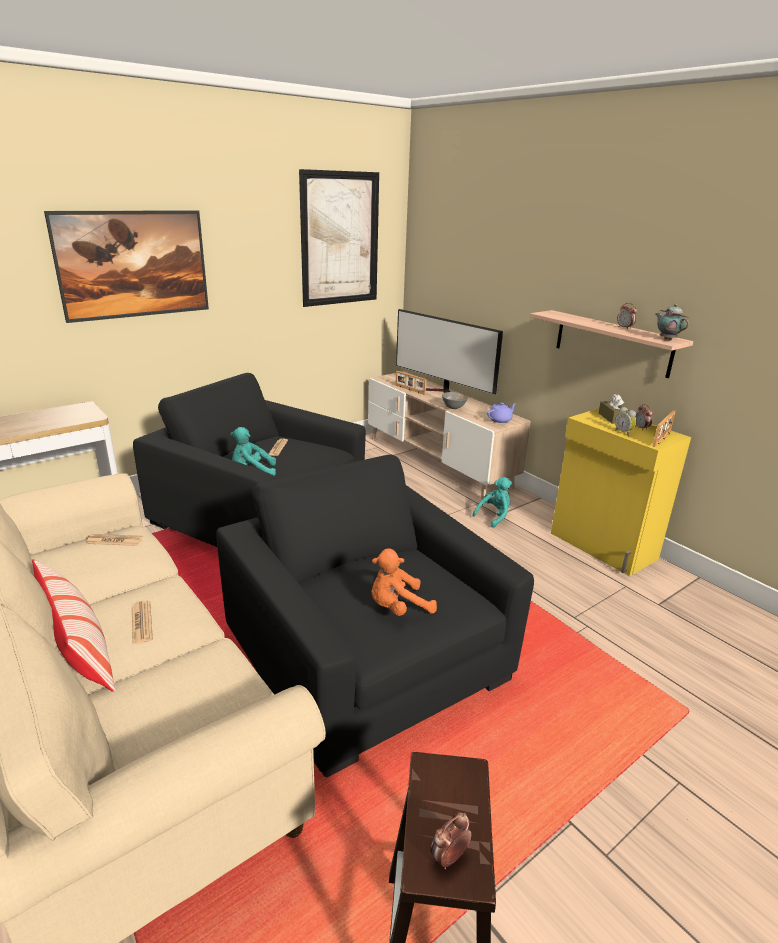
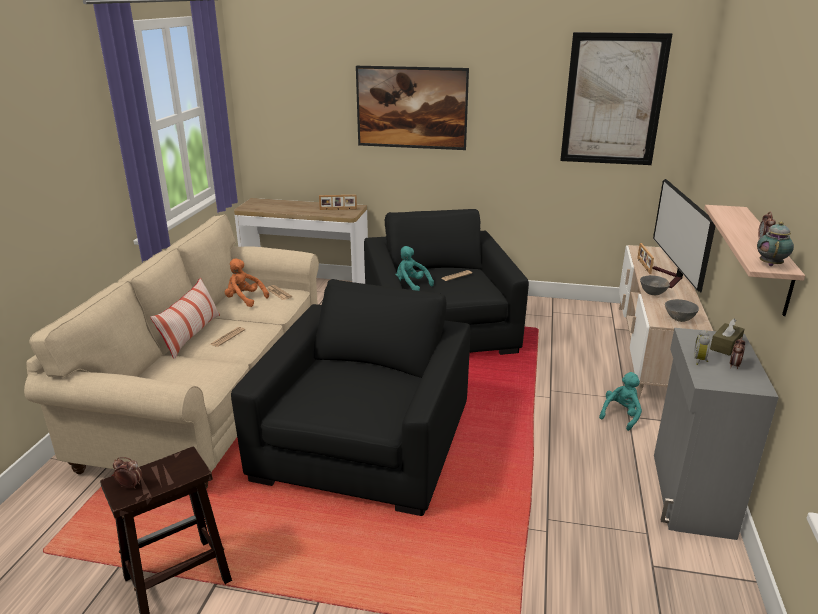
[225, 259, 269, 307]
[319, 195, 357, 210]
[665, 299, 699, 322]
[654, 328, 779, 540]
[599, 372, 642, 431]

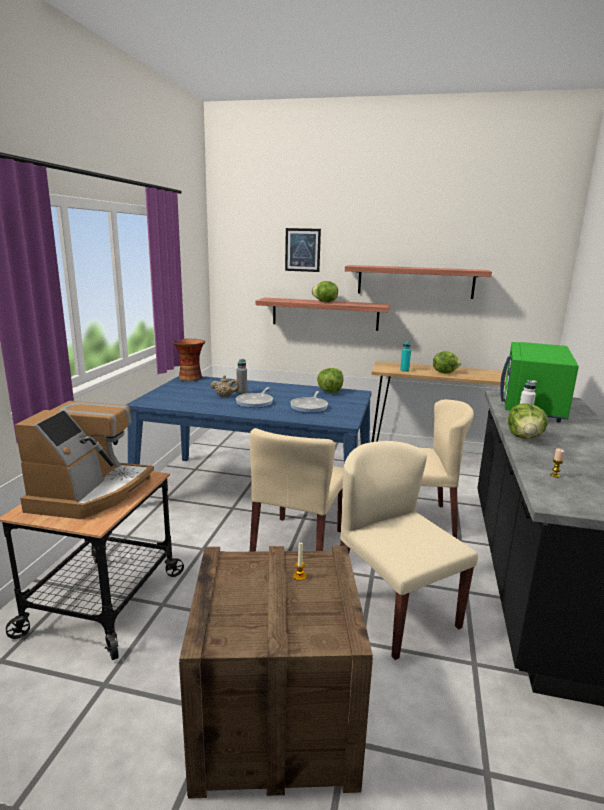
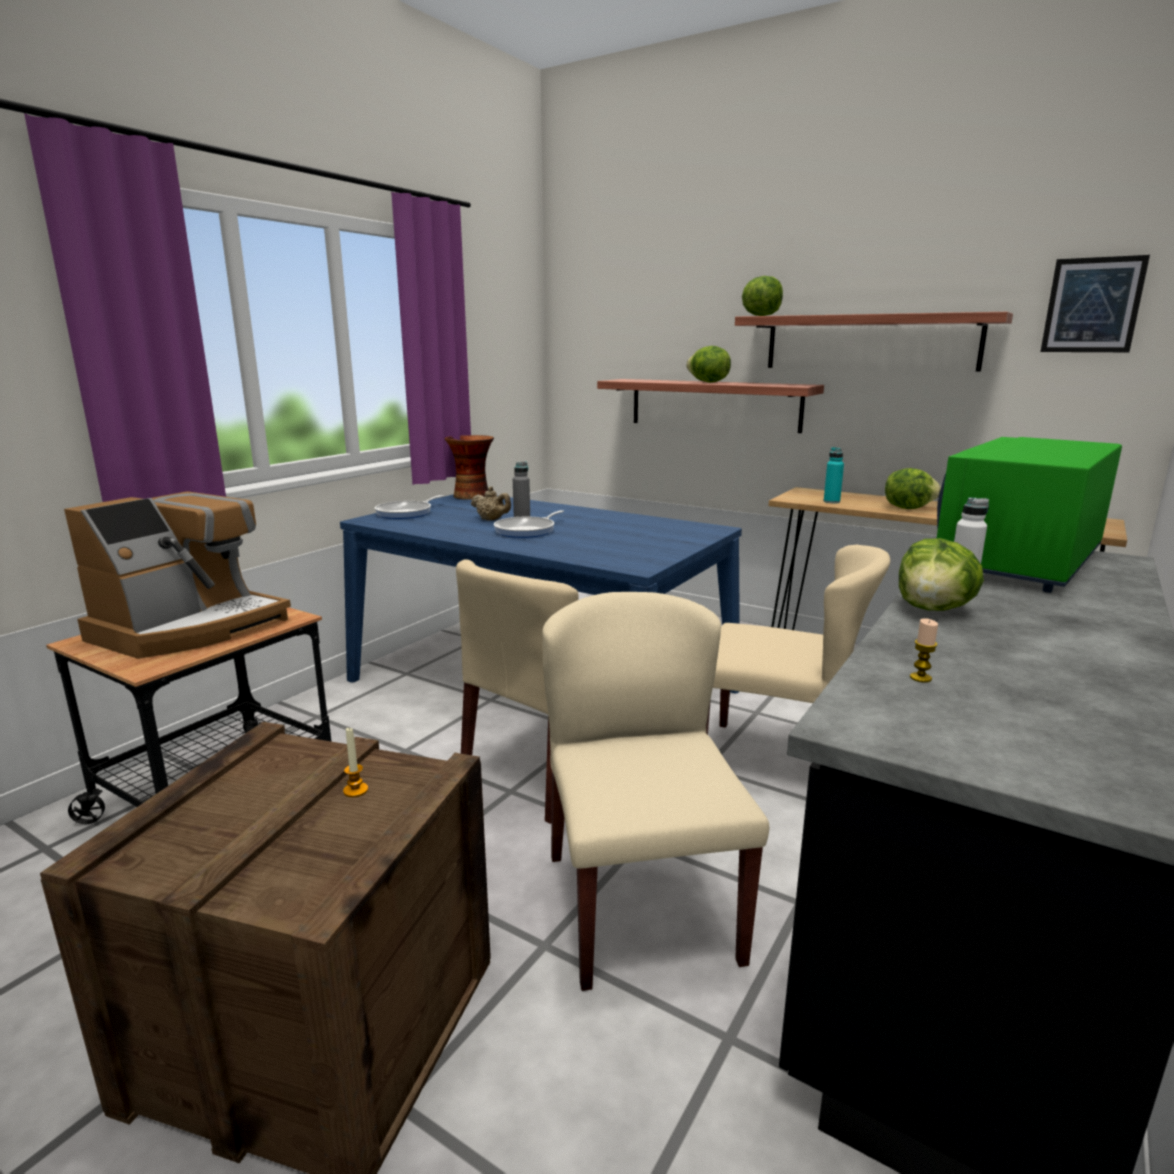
[1041, 255, 1150, 352]
[375, 495, 443, 519]
[742, 276, 783, 316]

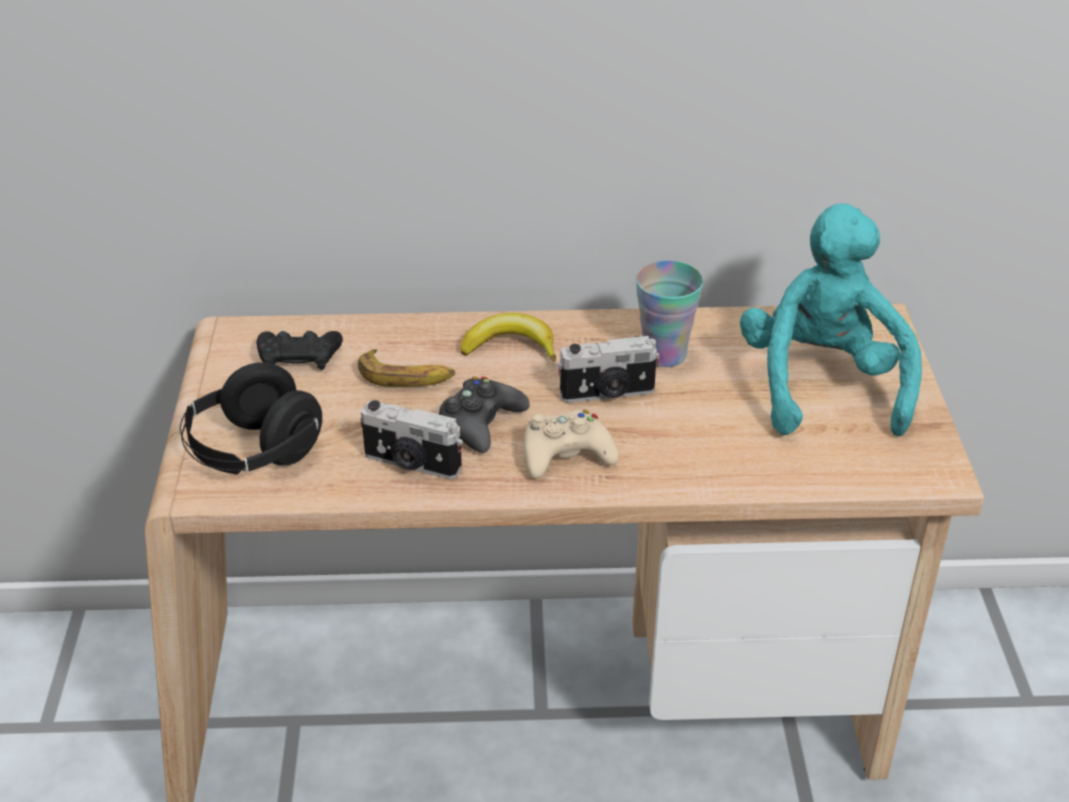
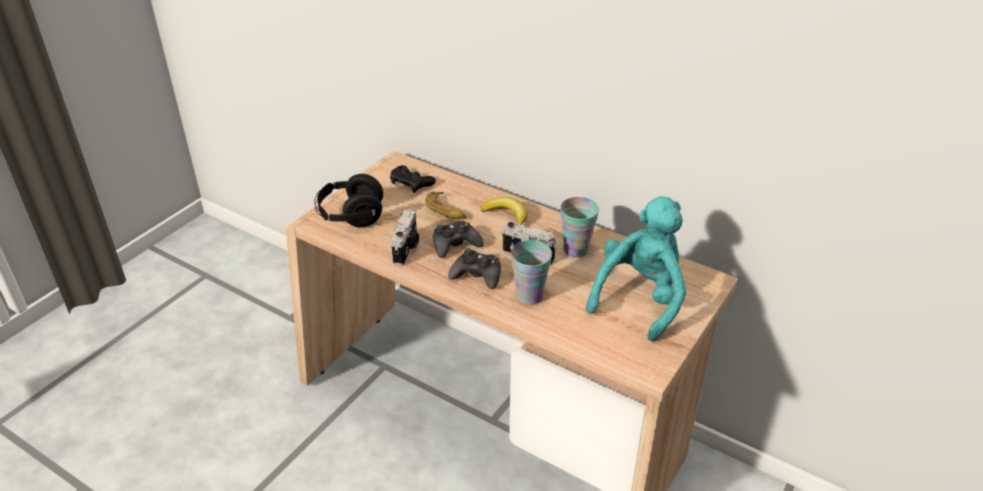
[511, 240, 552, 305]
[448, 248, 501, 289]
[391, 209, 419, 266]

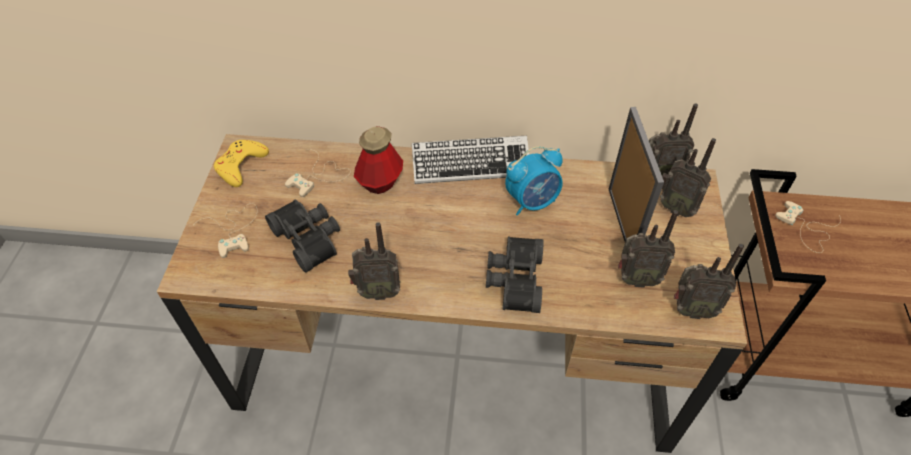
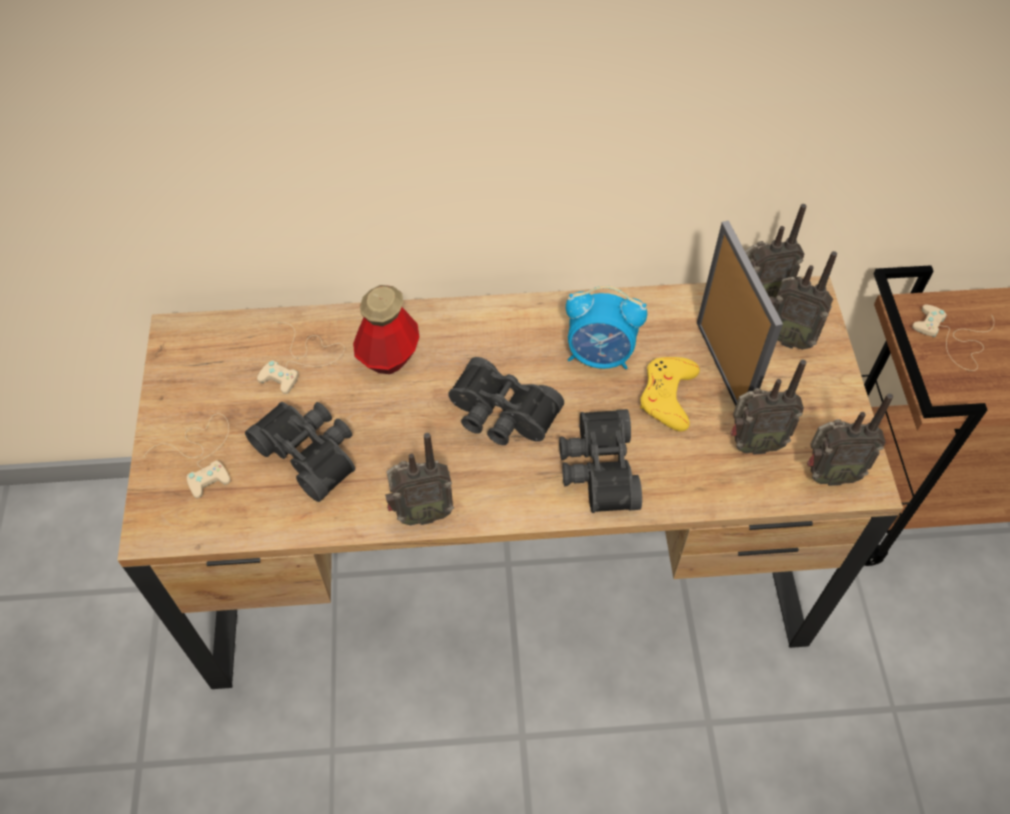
[412, 136, 529, 184] (first image)
[448, 357, 564, 445]
[640, 357, 700, 431]
[566, 286, 647, 369]

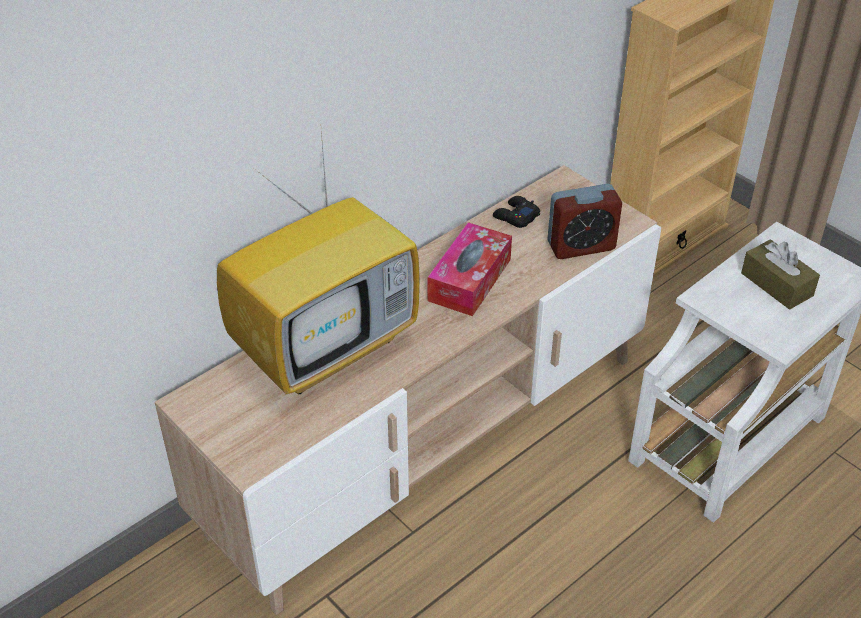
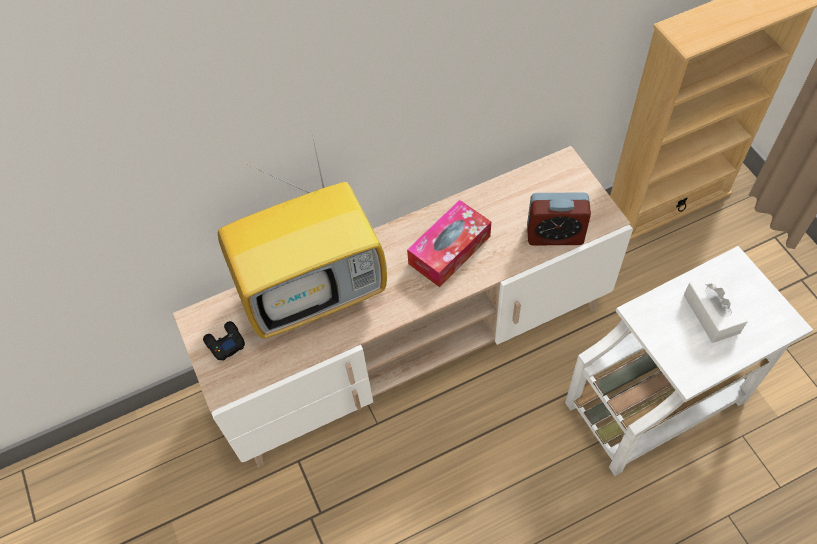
[203, 321, 245, 361]
[684, 273, 748, 343]

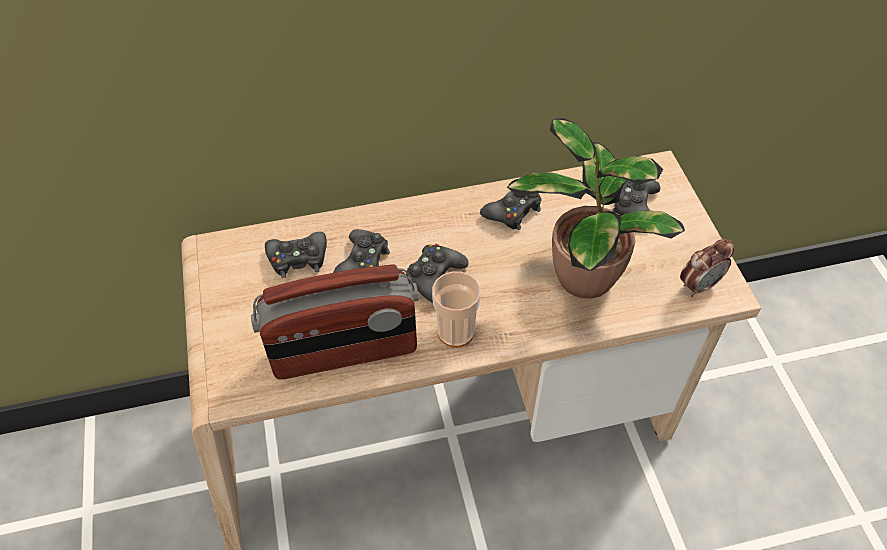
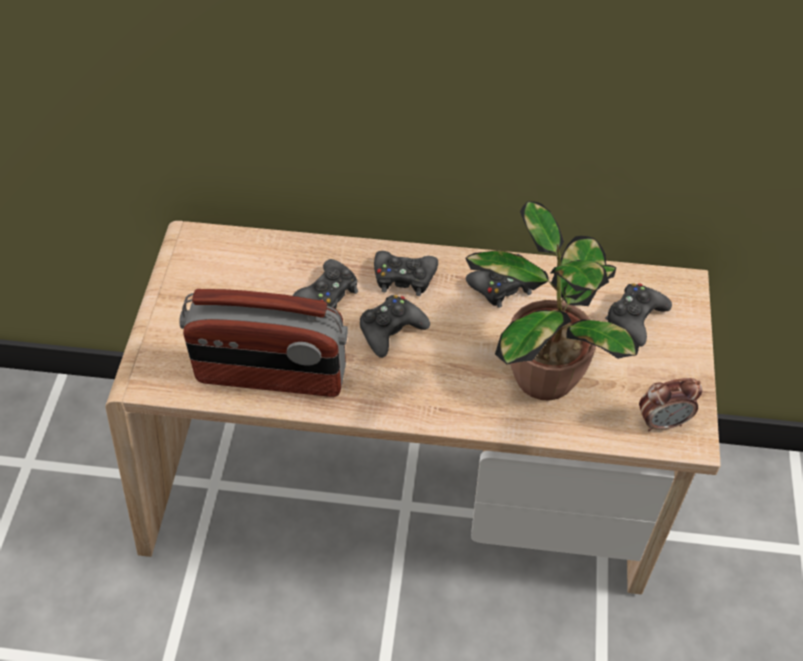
[432, 272, 481, 347] (first image)
[374, 251, 438, 296]

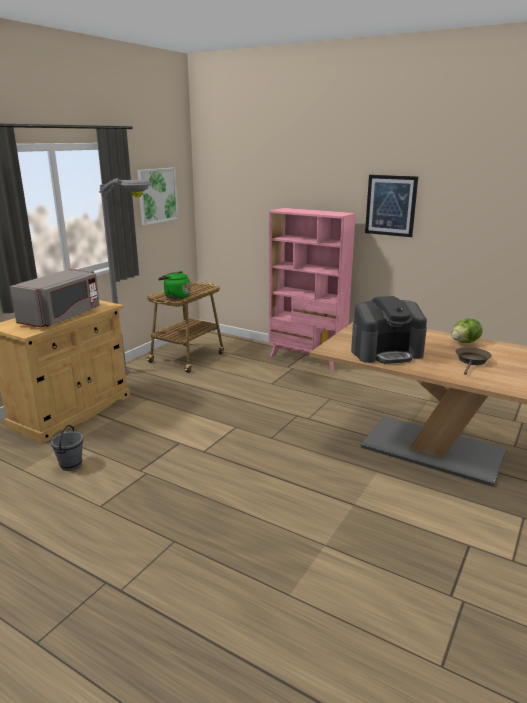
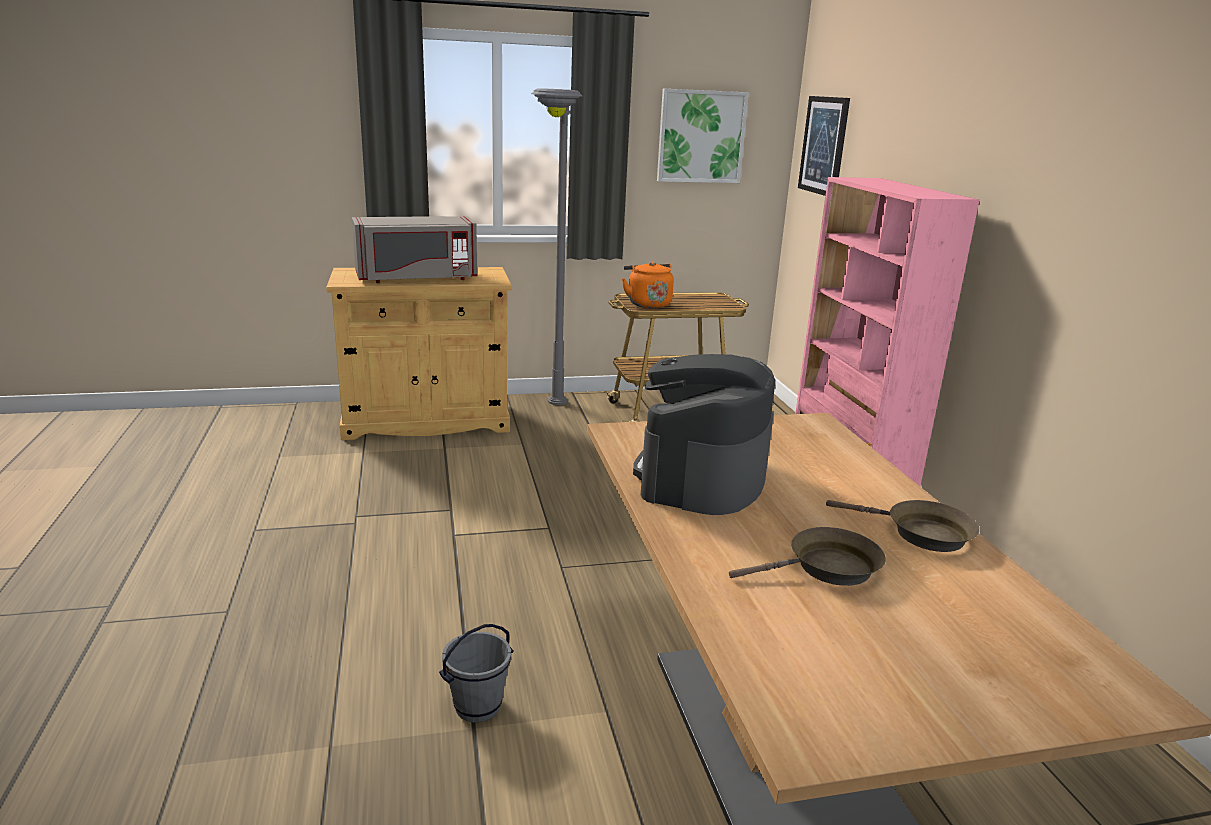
[439, 624, 513, 722]
[798, 96, 850, 196]
[826, 500, 979, 552]
[622, 262, 674, 308]
[633, 354, 775, 515]

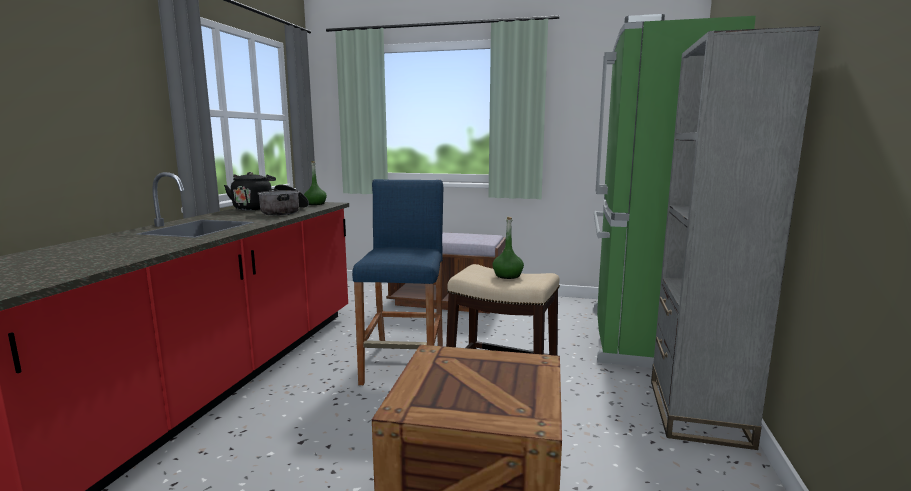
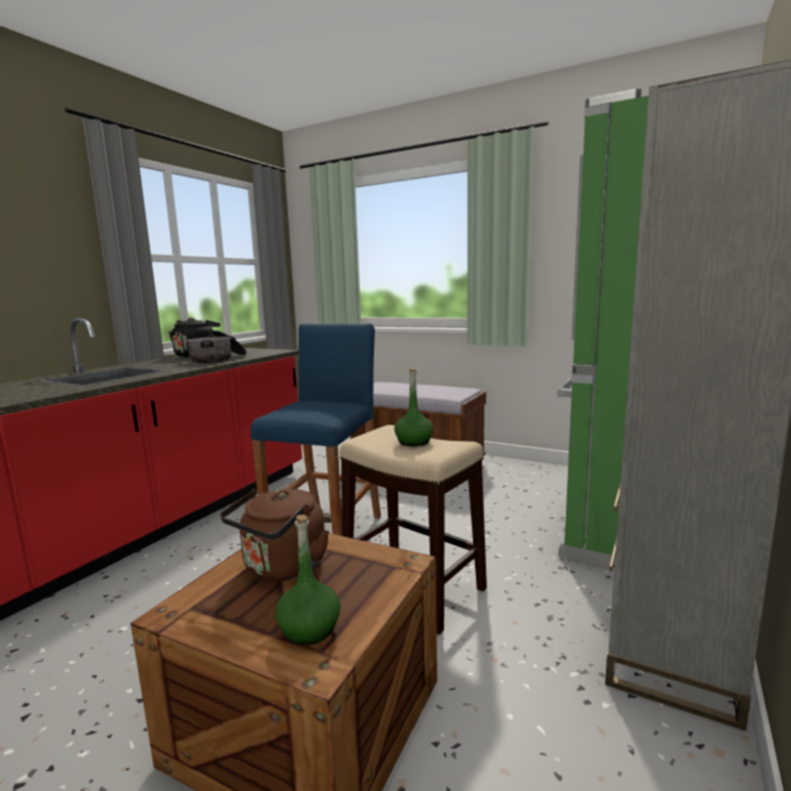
[220, 489, 329, 581]
[275, 514, 341, 645]

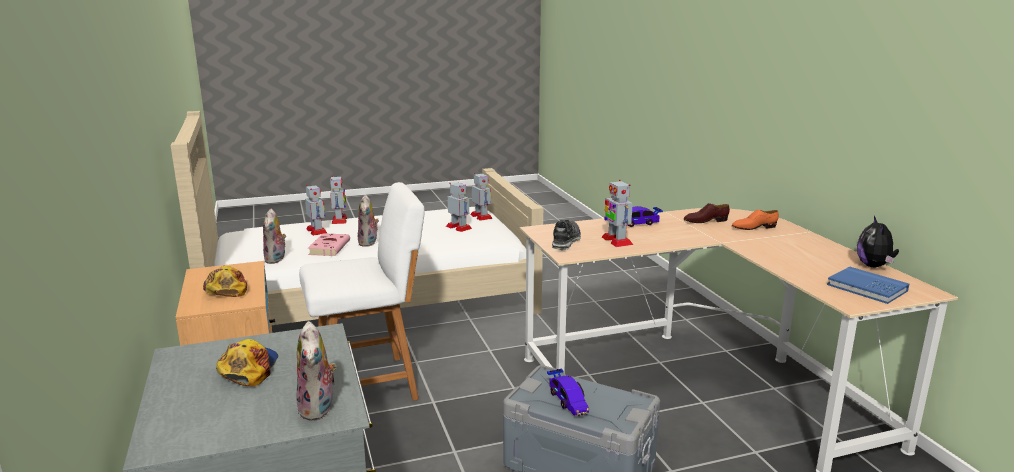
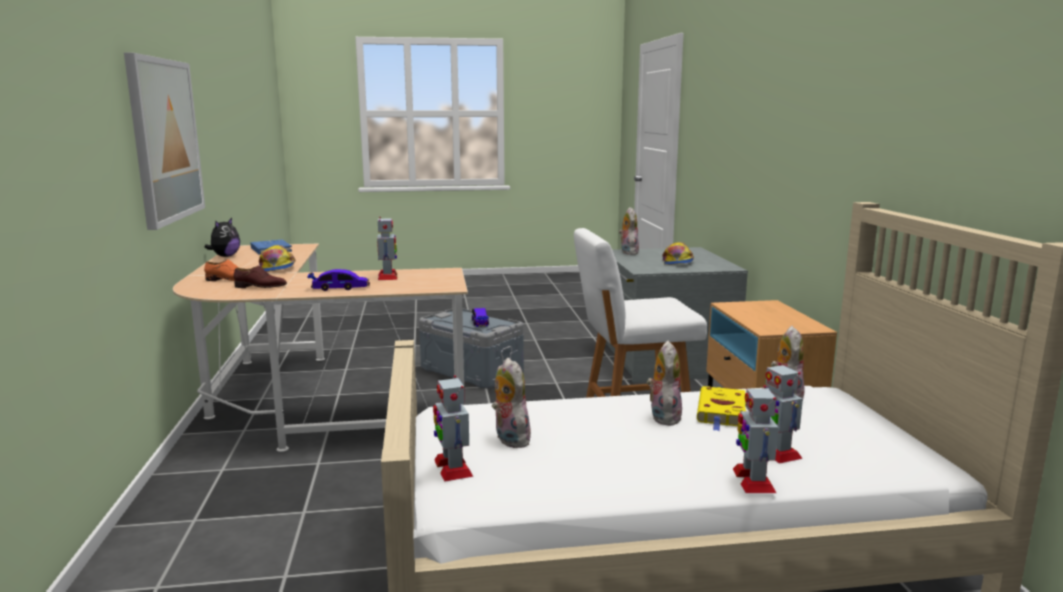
[552, 220, 581, 250] (first image)
[124, 53, 205, 230]
[259, 245, 296, 272]
[492, 358, 531, 448]
[697, 386, 746, 431]

